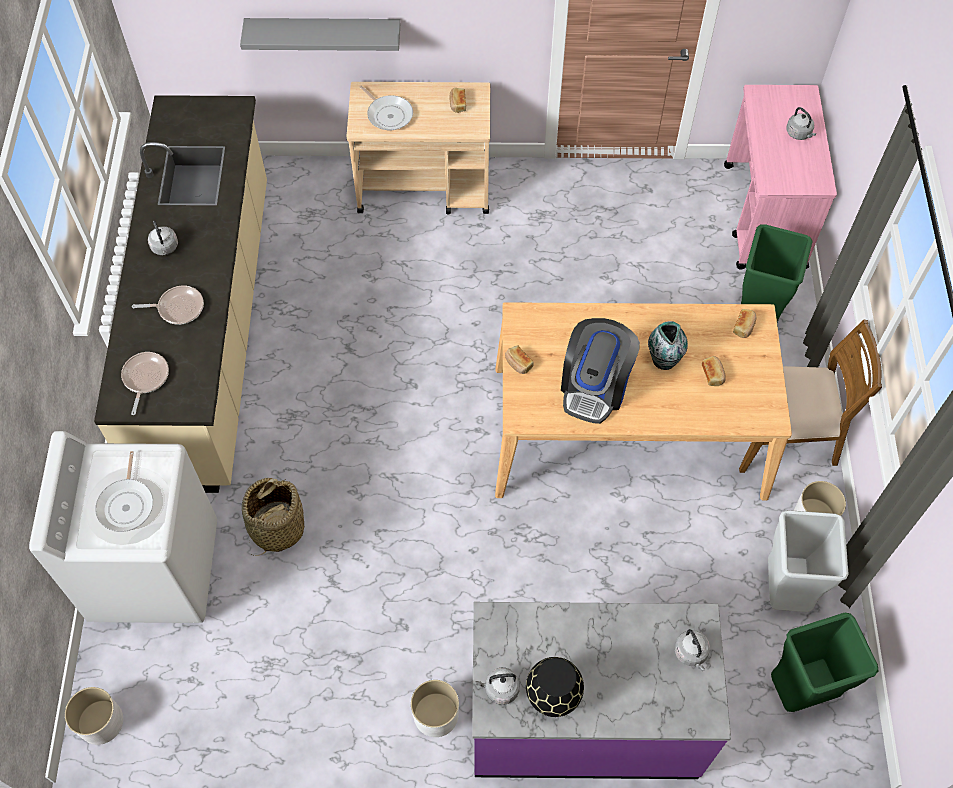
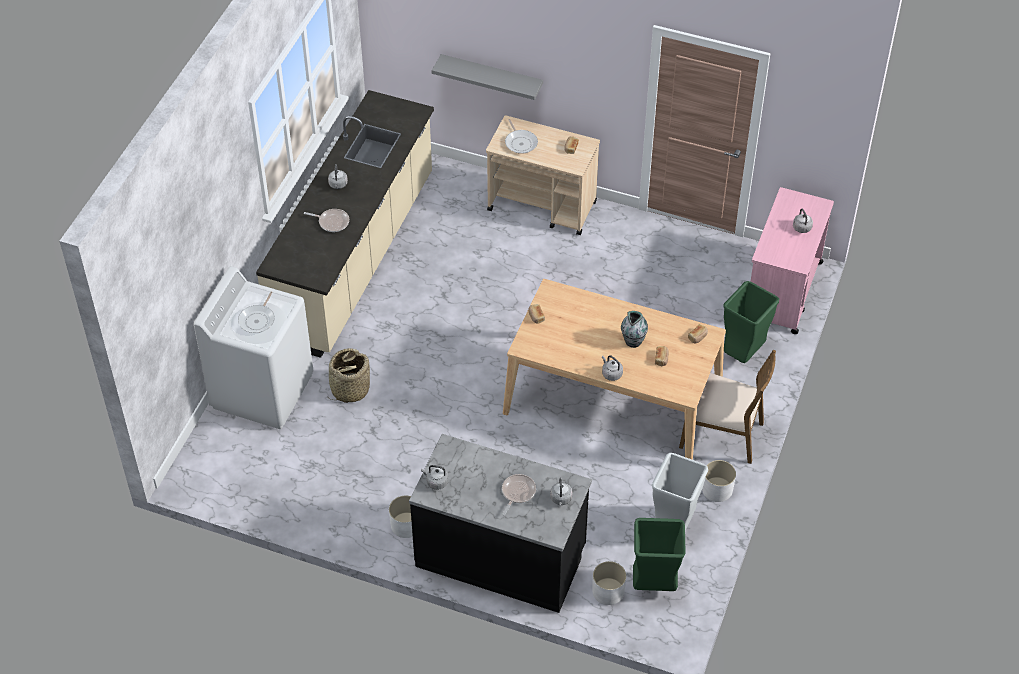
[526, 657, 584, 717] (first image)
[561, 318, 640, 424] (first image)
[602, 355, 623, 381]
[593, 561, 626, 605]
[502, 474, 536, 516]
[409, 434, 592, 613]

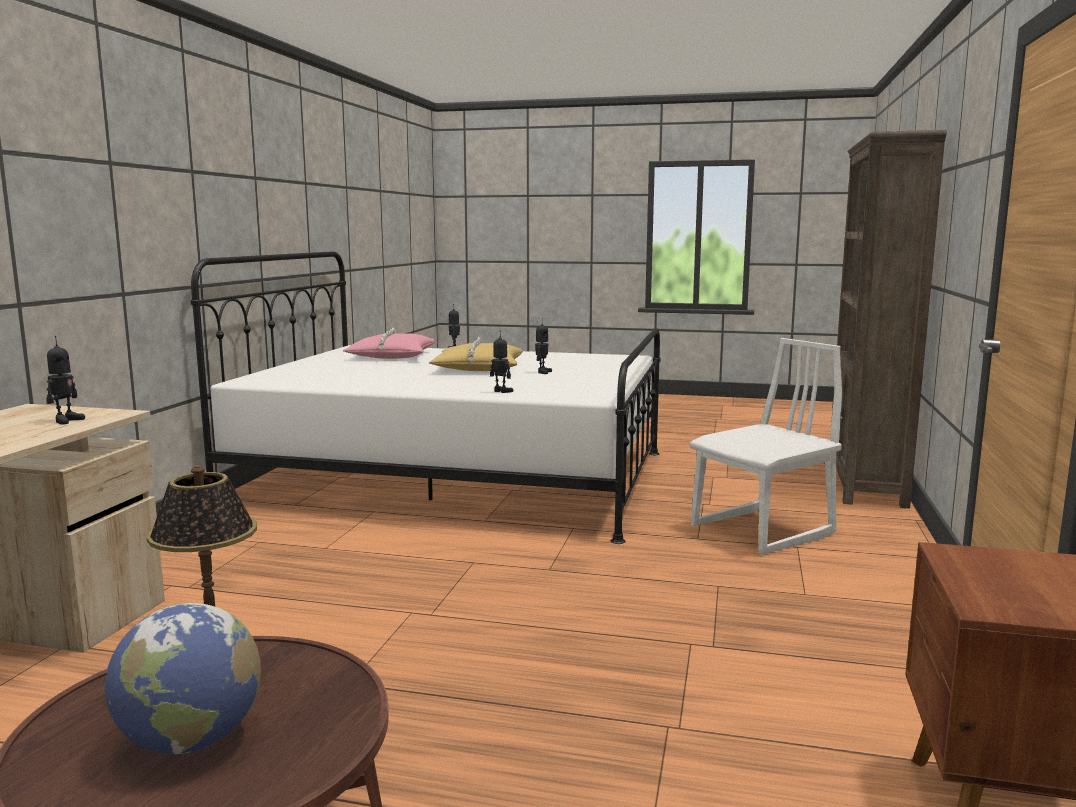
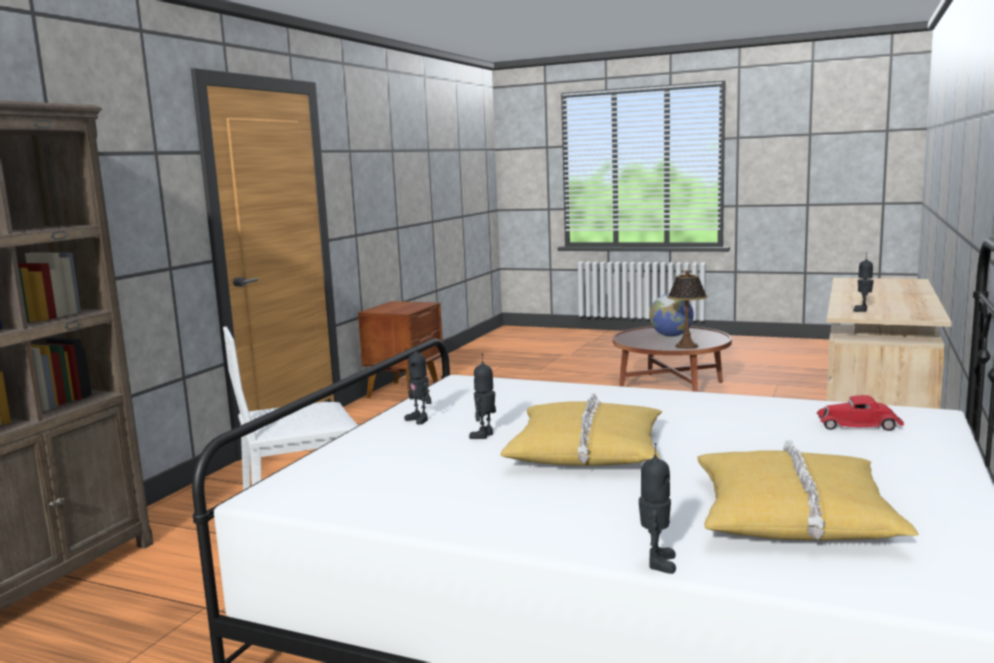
[816, 395, 905, 431]
[404, 343, 431, 425]
[697, 440, 918, 540]

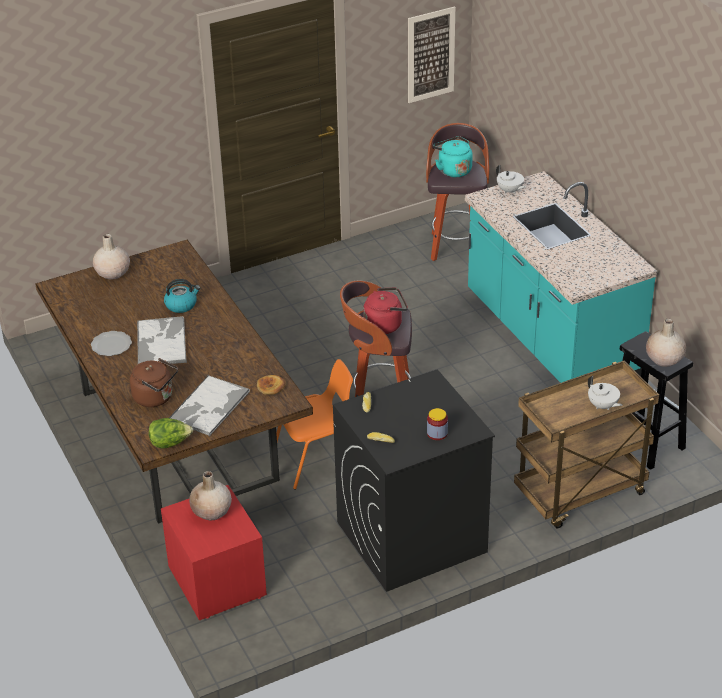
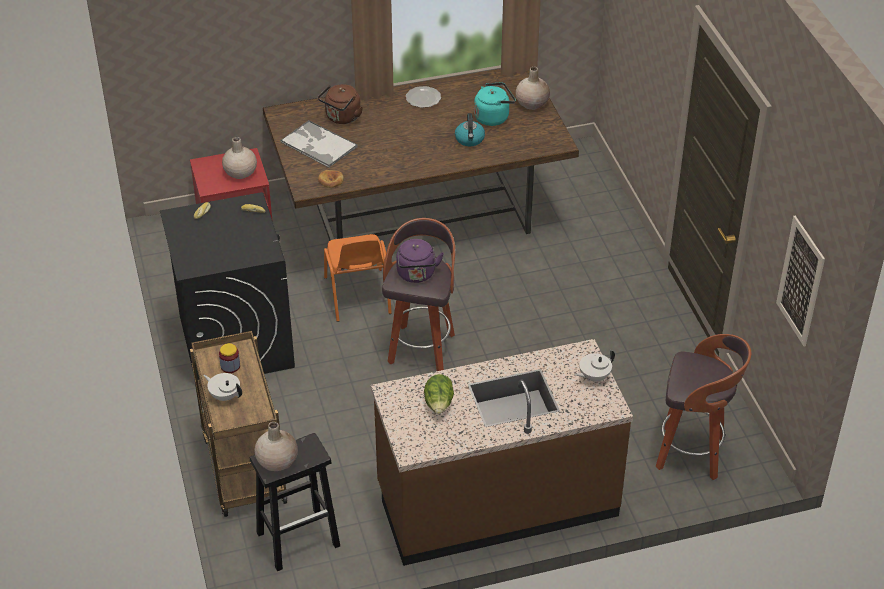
[137, 316, 187, 364] (first image)
[424, 374, 454, 414]
[219, 343, 240, 373]
[474, 82, 516, 126]
[396, 239, 444, 283]
[371, 339, 633, 566]
[203, 373, 242, 401]

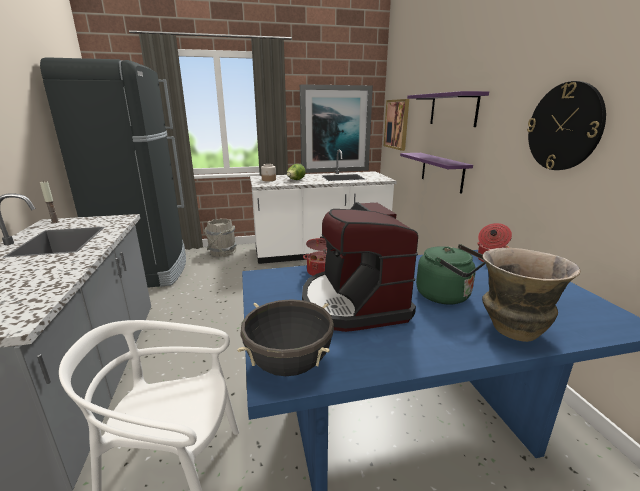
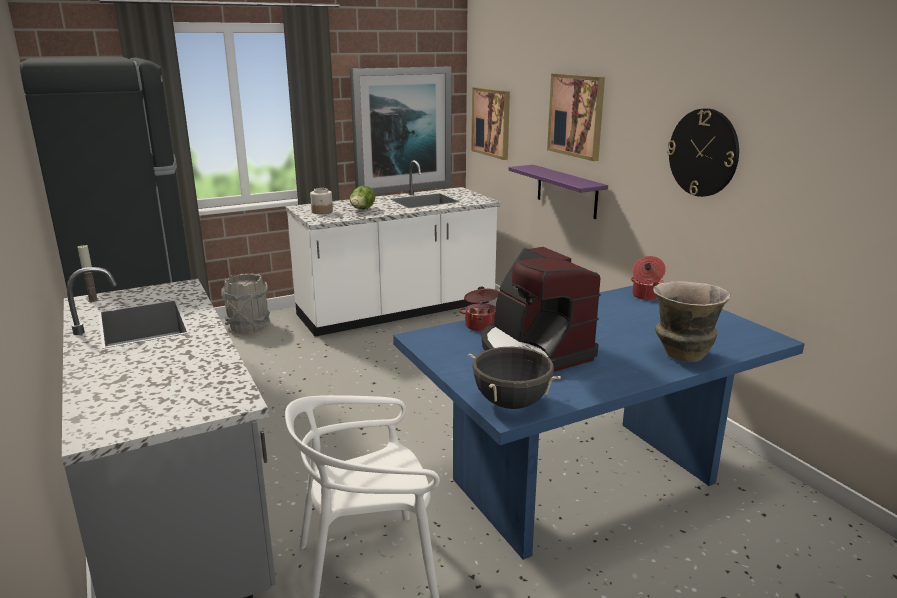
[416, 244, 486, 305] (first image)
[547, 73, 605, 161]

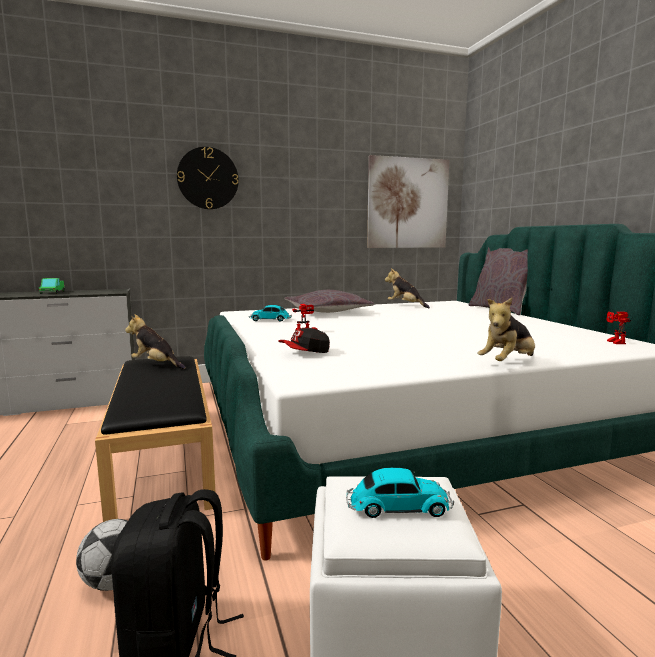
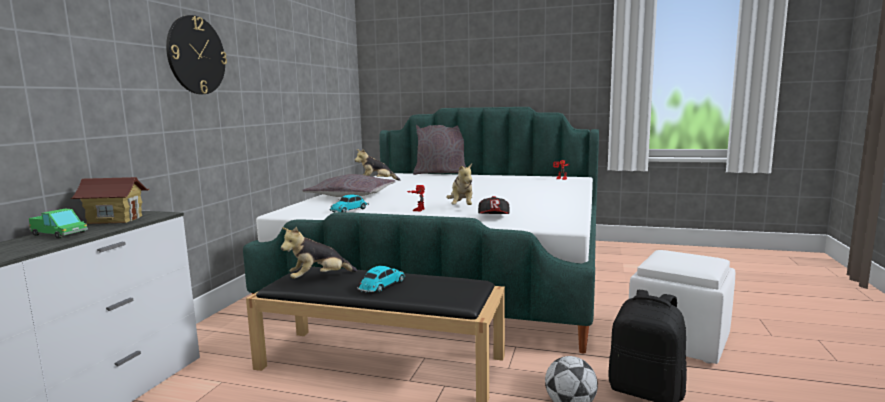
[367, 155, 449, 248] (first image)
[70, 177, 149, 224]
[357, 266, 405, 293]
[446, 163, 473, 205]

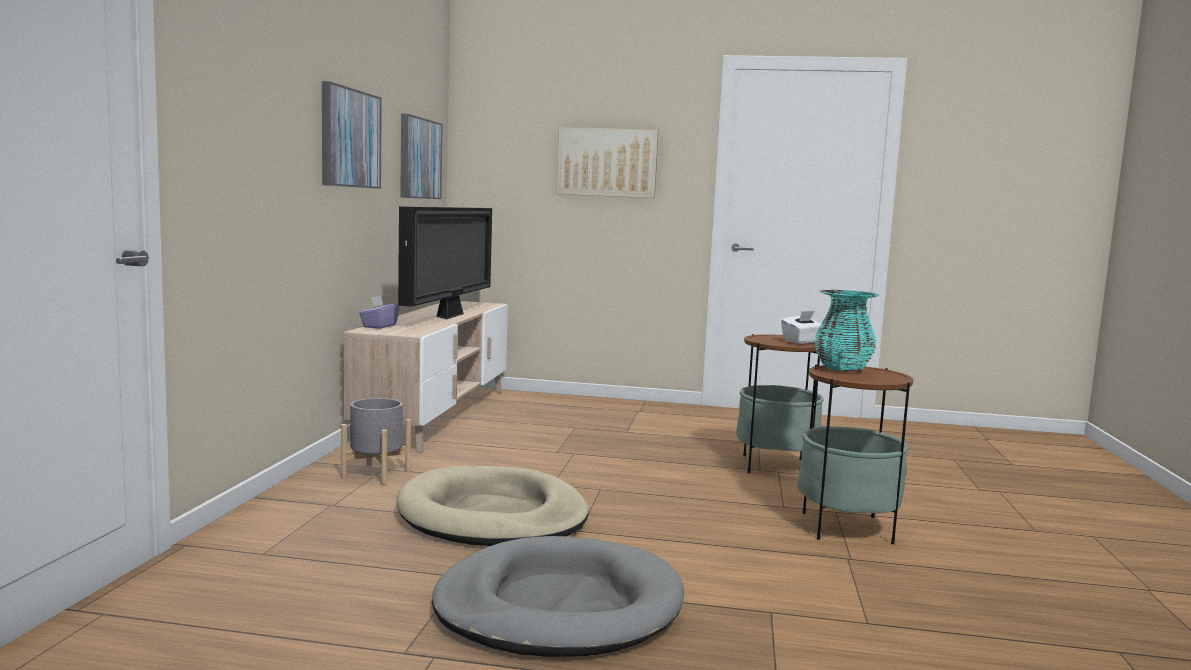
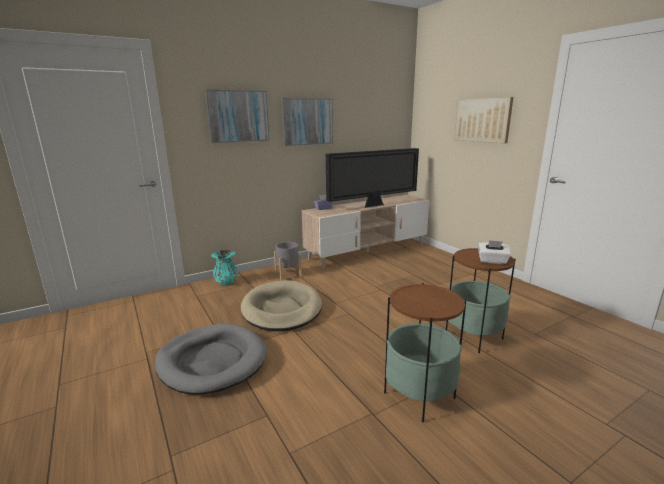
[205, 90, 269, 143]
[211, 250, 238, 286]

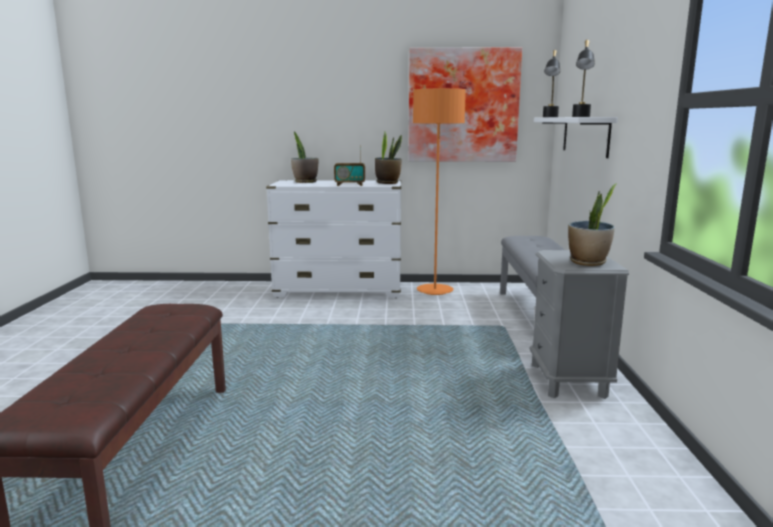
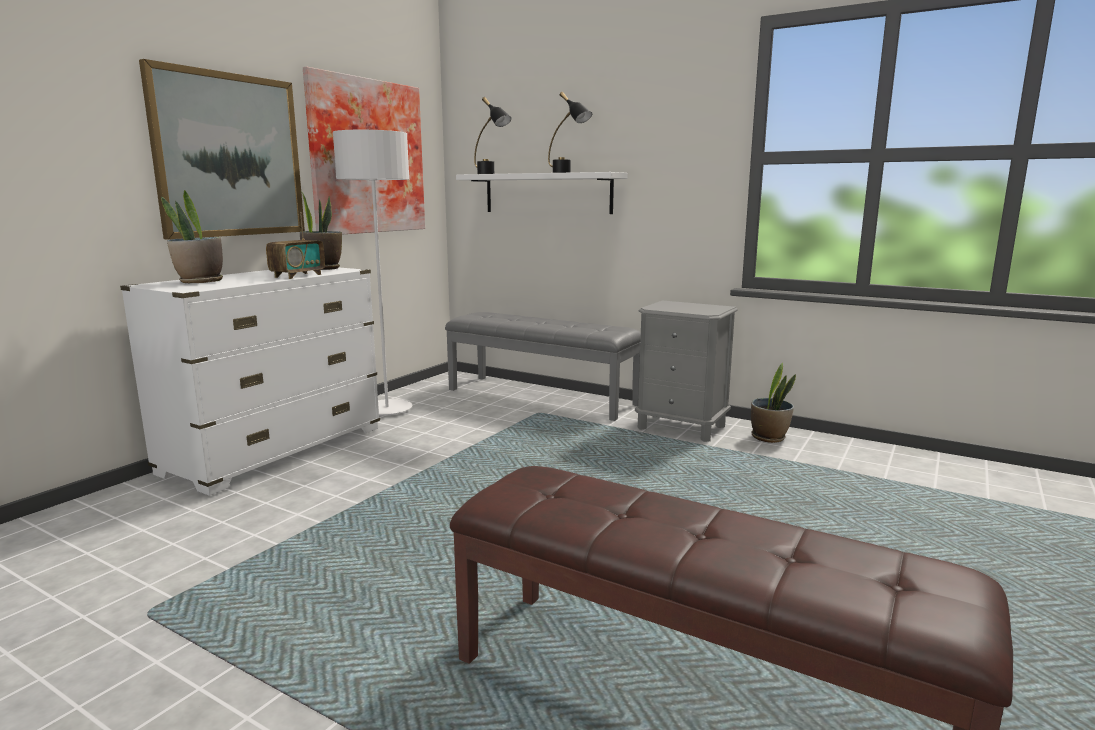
[139, 59, 305, 240]
[751, 363, 796, 443]
[333, 130, 413, 416]

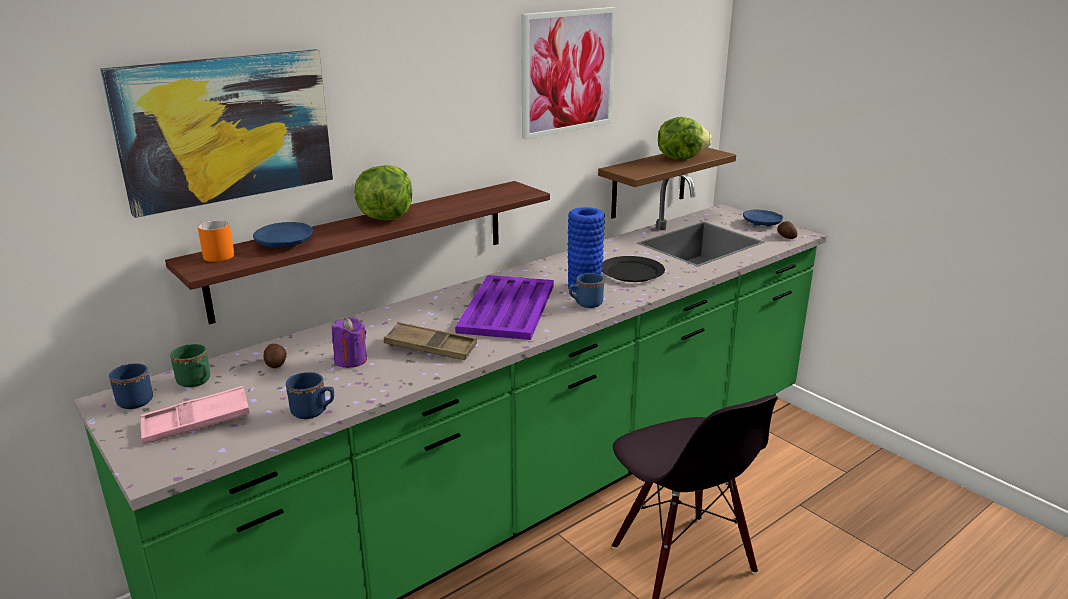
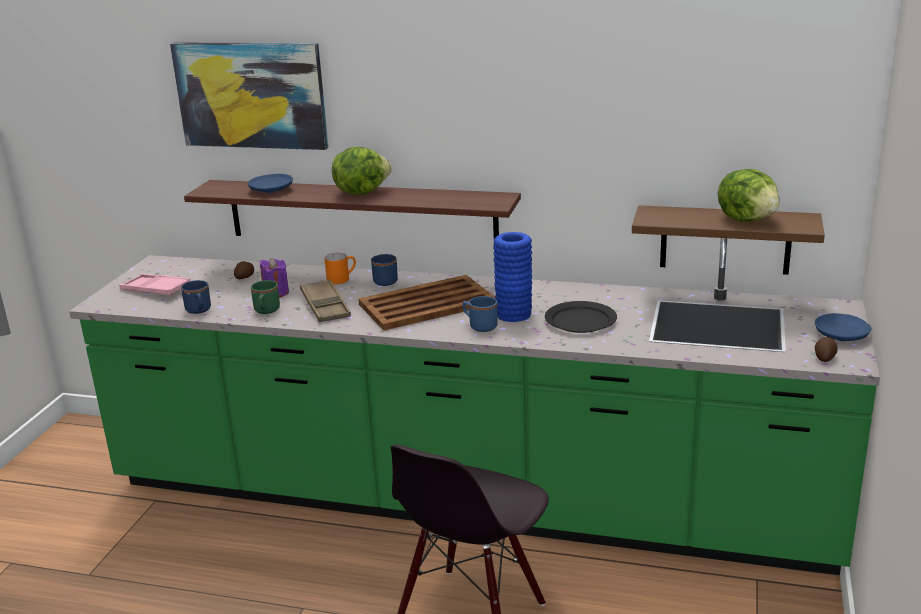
[521, 7, 616, 140] (first image)
[371, 254, 398, 286]
[251, 280, 280, 314]
[324, 253, 356, 284]
[358, 275, 496, 331]

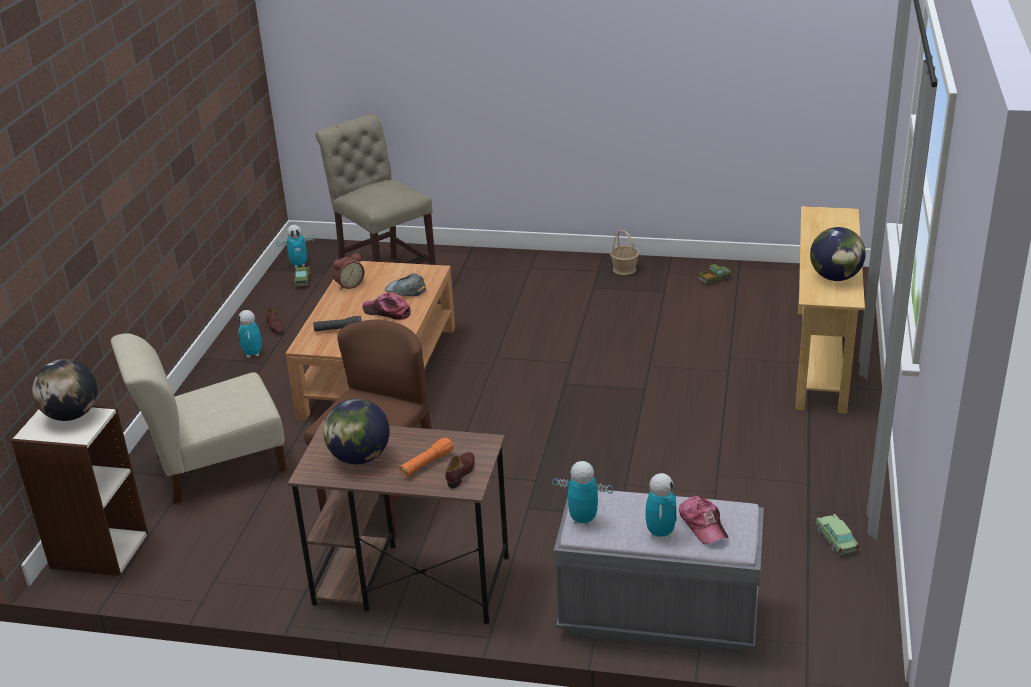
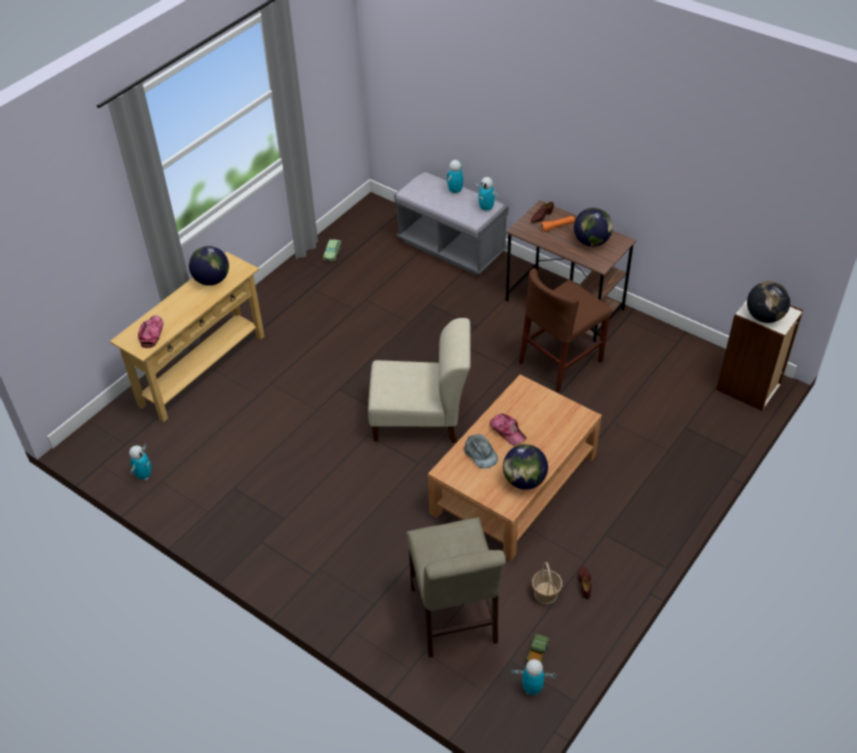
[313, 316, 362, 331] (first image)
[699, 264, 731, 285] (first image)
[368, 318, 471, 443]
[129, 443, 152, 480]
[532, 562, 562, 604]
[138, 315, 164, 348]
[503, 444, 548, 490]

